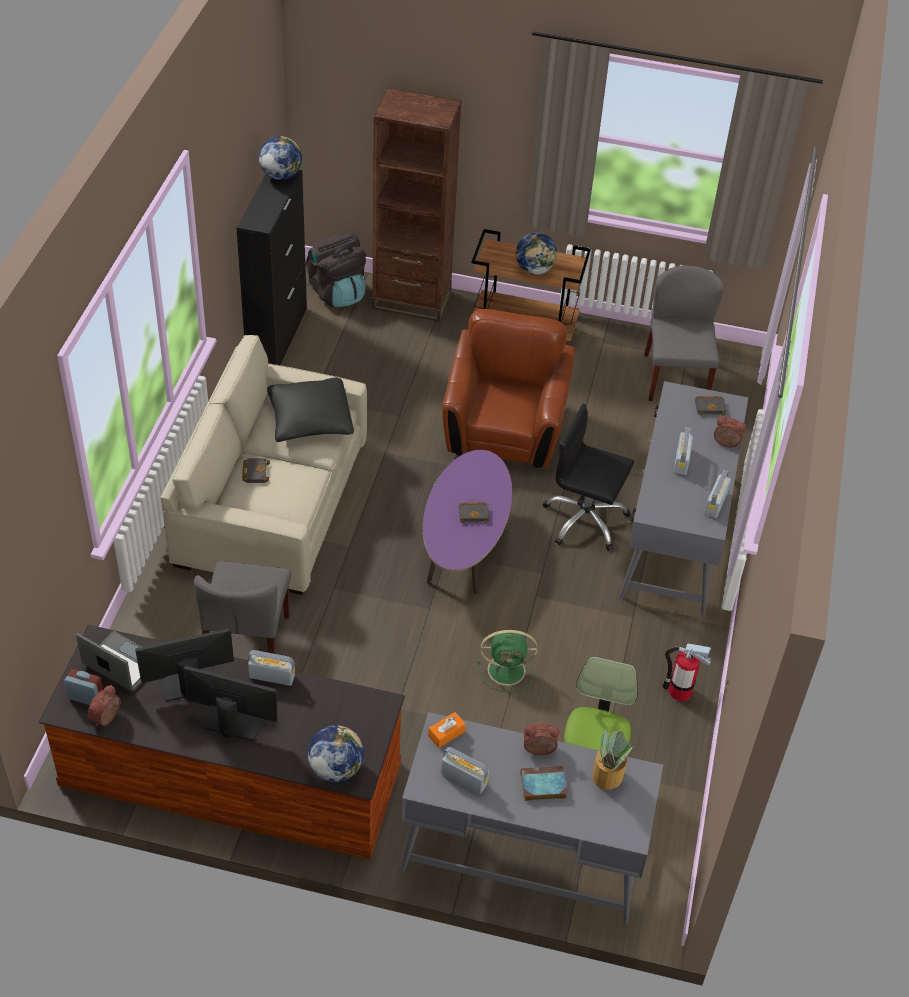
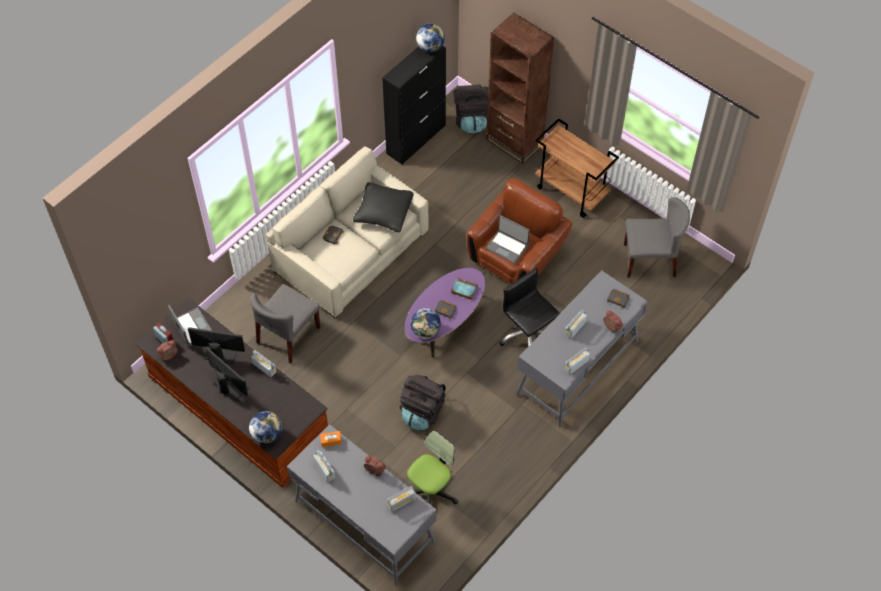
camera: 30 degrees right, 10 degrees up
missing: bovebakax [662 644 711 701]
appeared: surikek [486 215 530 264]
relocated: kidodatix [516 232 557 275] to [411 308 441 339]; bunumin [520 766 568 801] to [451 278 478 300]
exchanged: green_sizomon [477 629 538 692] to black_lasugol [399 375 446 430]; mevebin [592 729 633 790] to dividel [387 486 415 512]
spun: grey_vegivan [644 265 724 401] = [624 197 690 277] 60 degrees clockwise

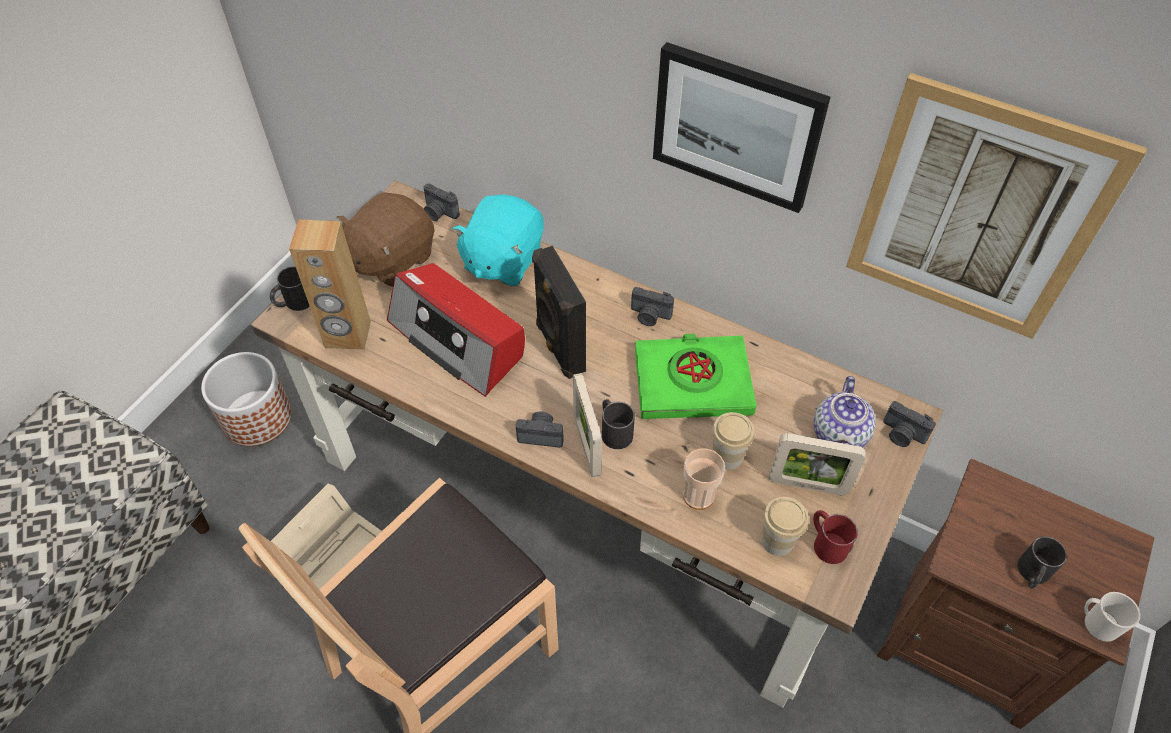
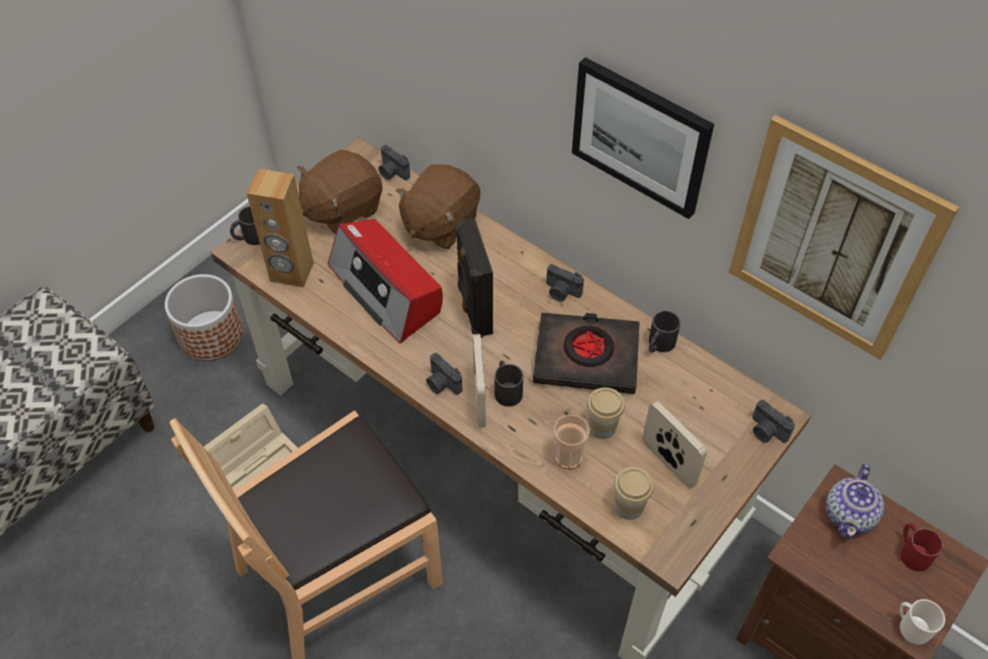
camera: 10 degrees right, 0 degrees up
relocated: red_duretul [813 510 858 564] to [900 523 943 572]; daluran [814 376 876 447] to [826 463 884 538]; black_duretul [1017 536 1067 589] to [649 311 681 353]
colour: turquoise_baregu [452 194 544 286] to brown_baregu [396 164 481 249]; green_bunumin [635 334 756 419] to black_bunumin [533 313 640 394]
spun: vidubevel [516 412 564 448] = [426 353 463 395] 150 degrees counterclockwise; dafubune [769 433 865 496] = [642 401 707 488] 150 degrees counterclockwise

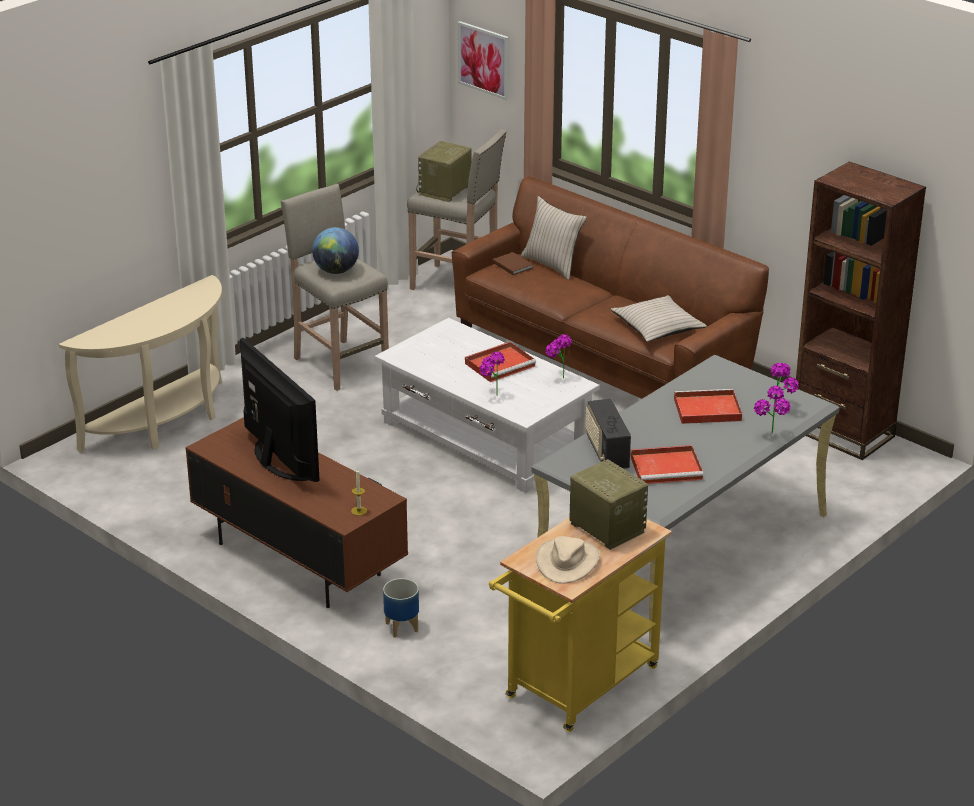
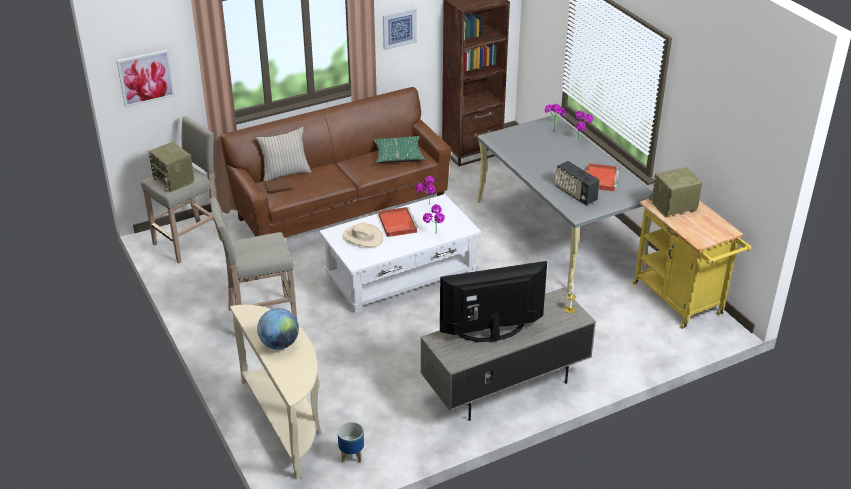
camera: 70 degrees left, 5 degrees up
missing: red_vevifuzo [674 389 742 424]
appeared: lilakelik [383 8 417 50]
relocated: kidodatix [312 227 359 274] to [257 308 299 349]; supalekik [383 578 419 638] to [337 422 364 463]; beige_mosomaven [536 536 600 584] to [342 222 383 247]
colour: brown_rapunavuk [185 417 408 608] to grey_rapunavuk [420 288 596 421]; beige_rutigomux [610 295 707 342] to green_rutigomux [373 136 425 163]
spun: dividel [585 399 631 469] = [555 161 600 205] 45 degrees clockwise

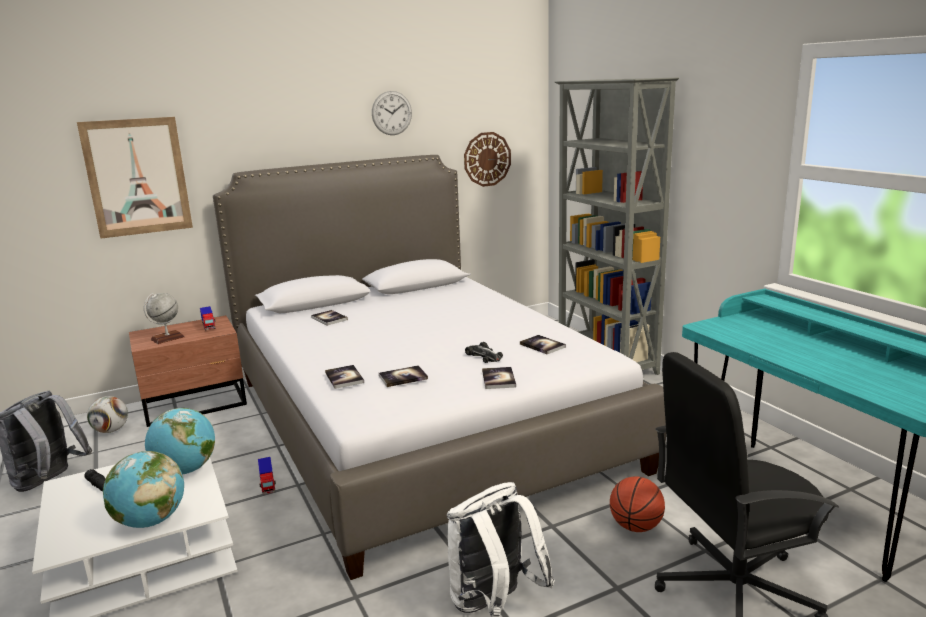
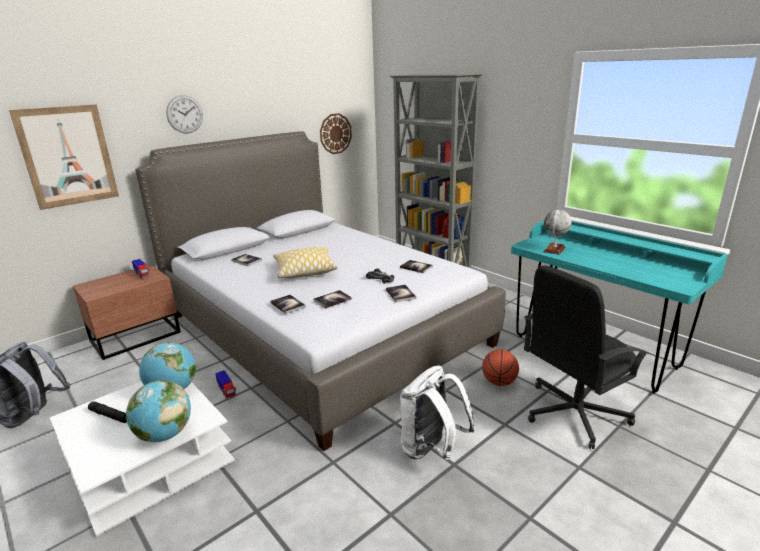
camera: 15 degrees left, 5 degrees up
missing: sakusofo [87 396 128 433]
appeared: rutigomux [273 247 338 278]
relocated: kidodatix [144 293 185 344] to [543 210 572 255]; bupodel [372 91 412 135] to [166 95 203 133]

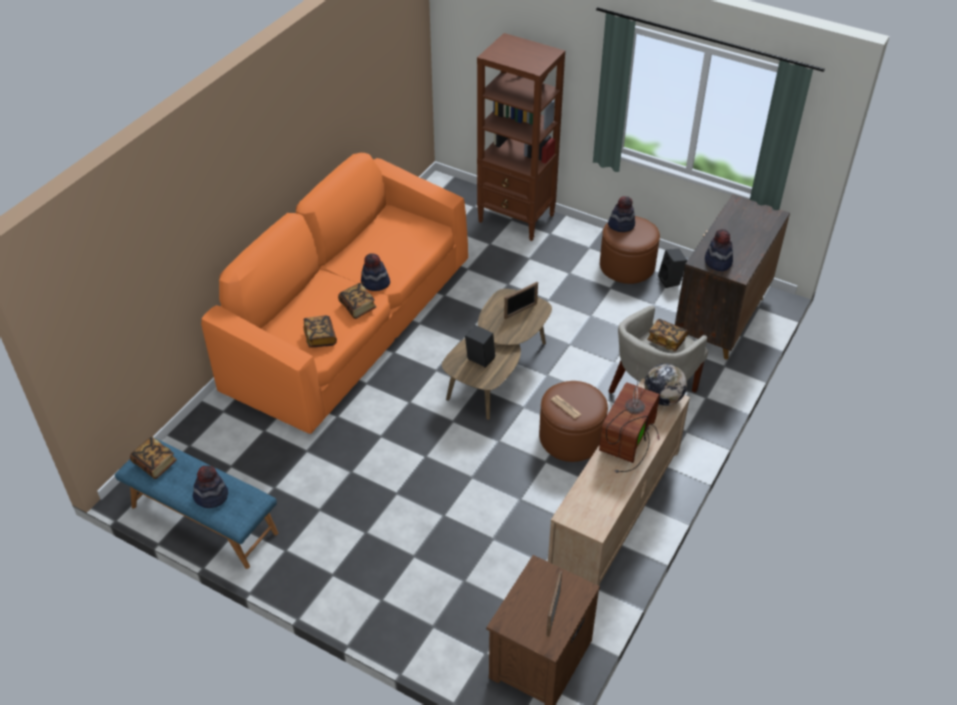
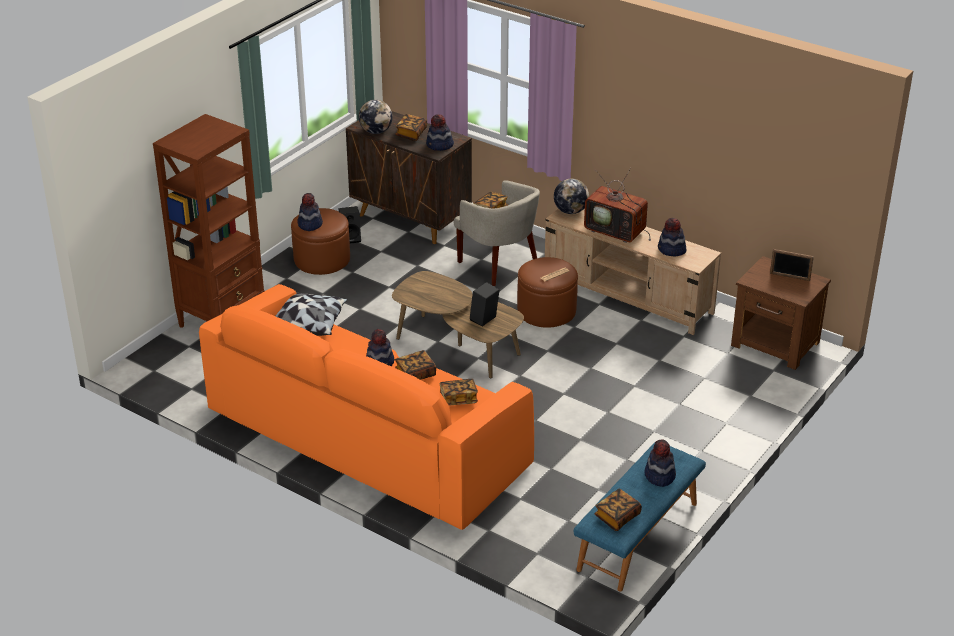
camera: 85 degrees left, 10 degrees down
missing: dafubune [504 282 538 319]
appeared: rutigomux [276 293 347 336]; kidodatix [359 100 393 134]; bunumin [396 114 427 141]; mosomaven [658 218 686 256]

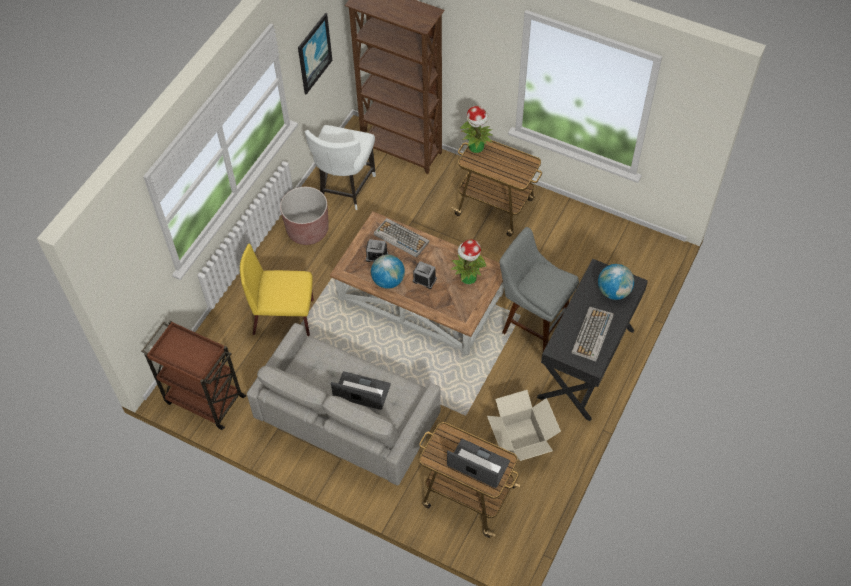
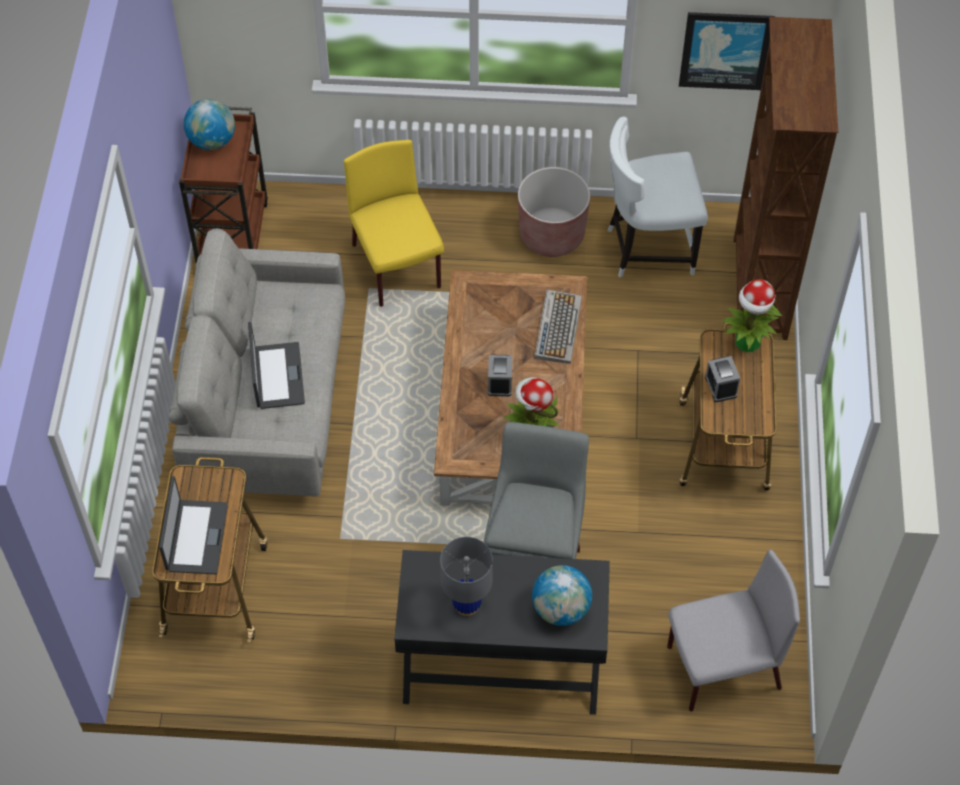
camera: 65 degrees right, 0 degrees up
missing: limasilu [487 390 561 461]
appeared: grey_vegivan [667 549 800 711]
relocated: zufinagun [366 239 388 262] to [705 356 740 402]; kidodatix [371 255 405 289] to [184 99 235 150]
exchanged: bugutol [571 307 614 362] to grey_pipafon [440 537 493 616]

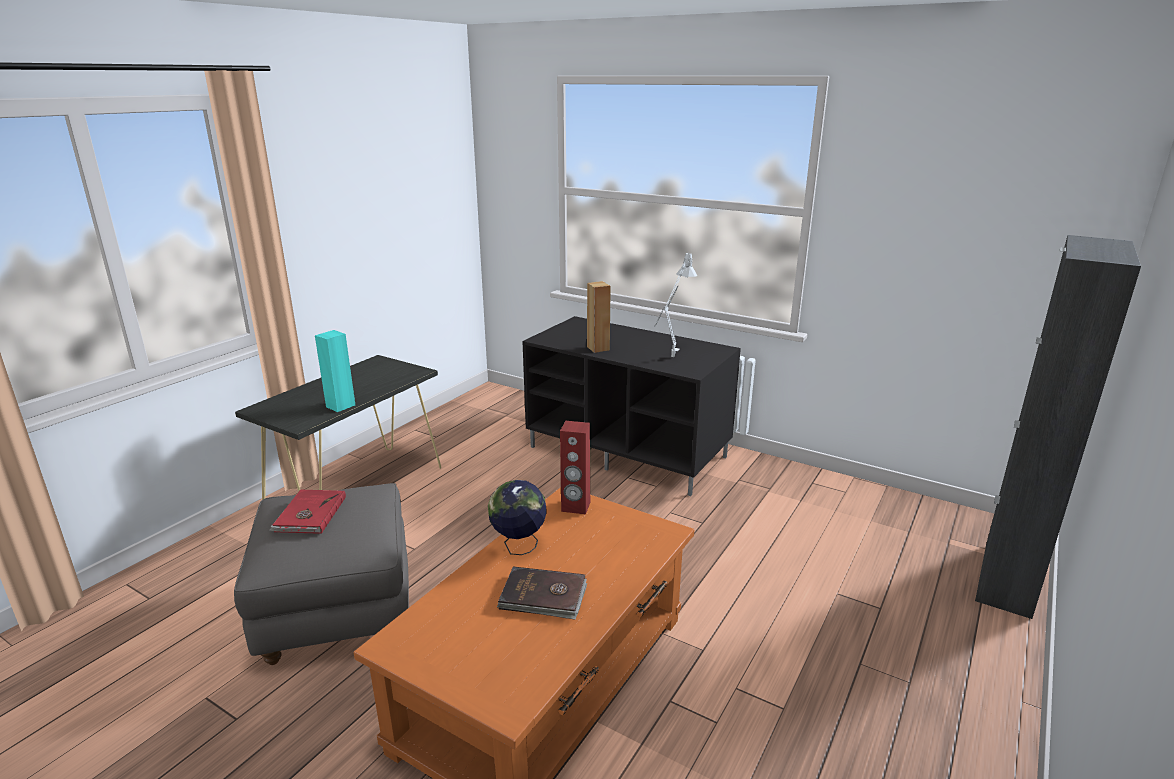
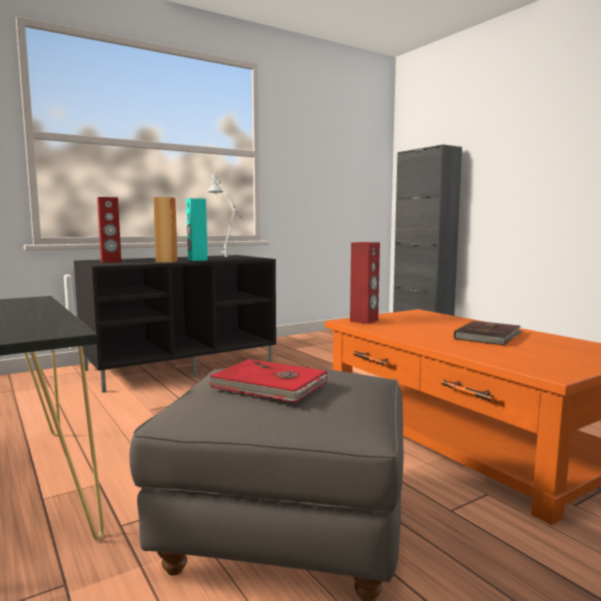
camera: 65 degrees left, 15 degrees down
missing: kidodatix [488 480 546 555]
appeared: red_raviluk [97 197 121 263]
relocated: turquoise_raviluk [315 330 355 412] to [186 198 208 261]

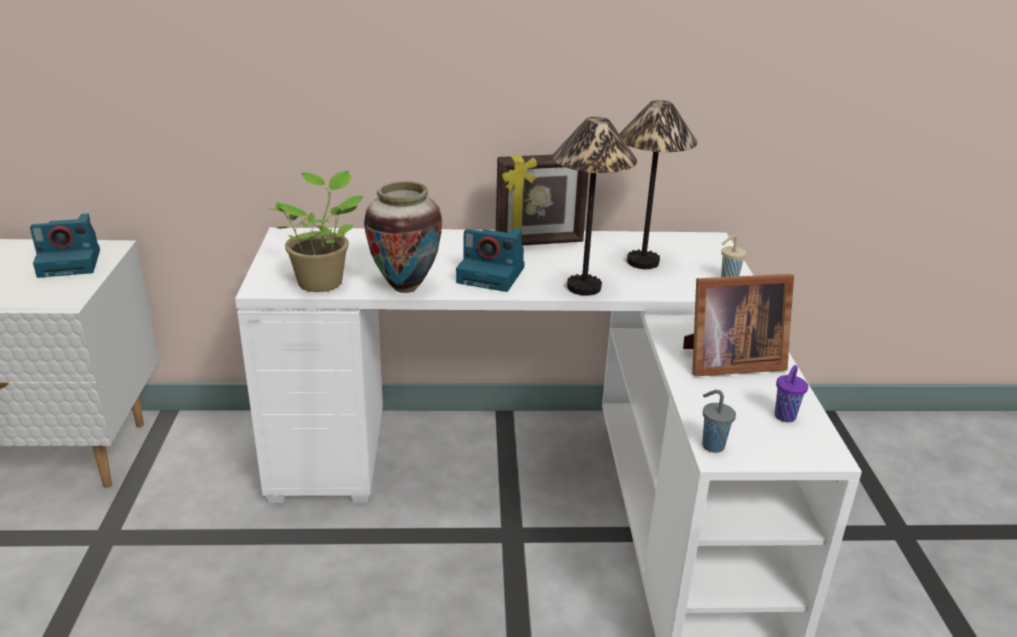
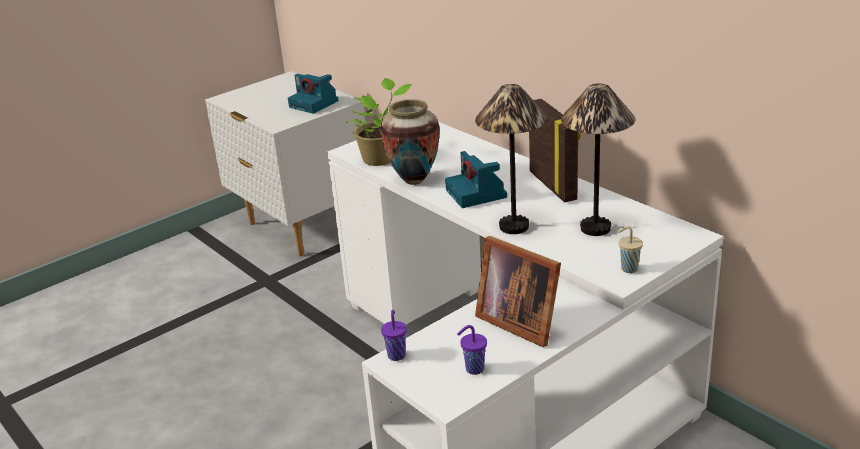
camera: 55 degrees right, 0 degrees up
colour: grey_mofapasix [702 390 736 453] to purple_mofapasix [381 310 407 361]
spun: dafubune [496 155 589 245] = [529 99 581 203] 150 degrees counterclockwise

